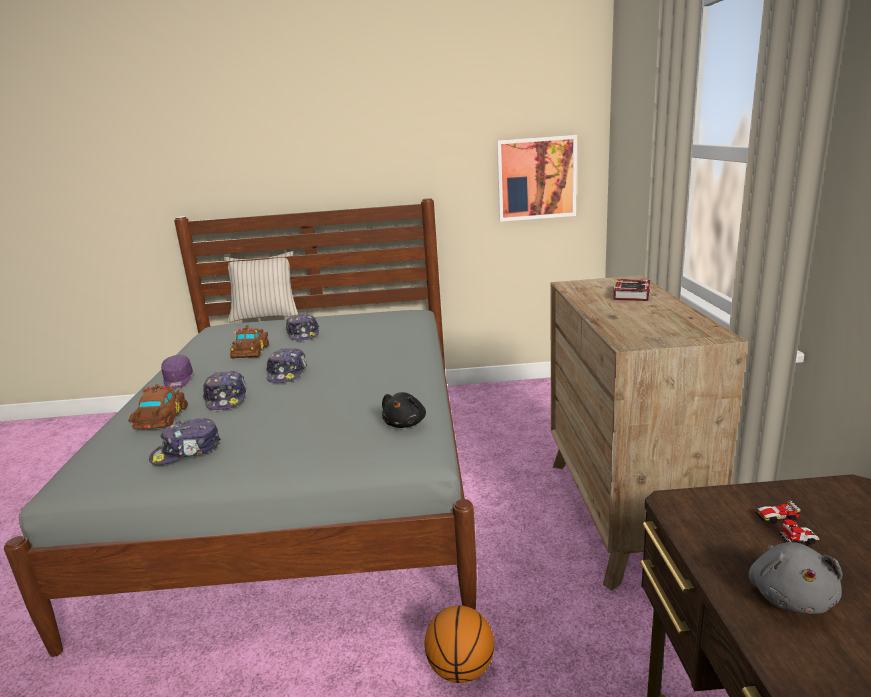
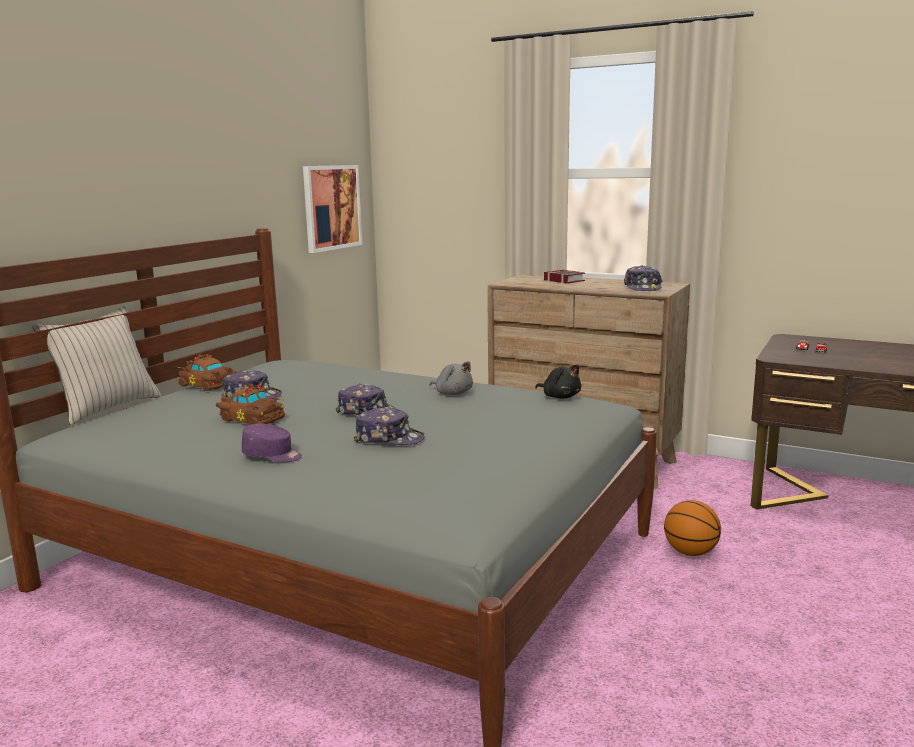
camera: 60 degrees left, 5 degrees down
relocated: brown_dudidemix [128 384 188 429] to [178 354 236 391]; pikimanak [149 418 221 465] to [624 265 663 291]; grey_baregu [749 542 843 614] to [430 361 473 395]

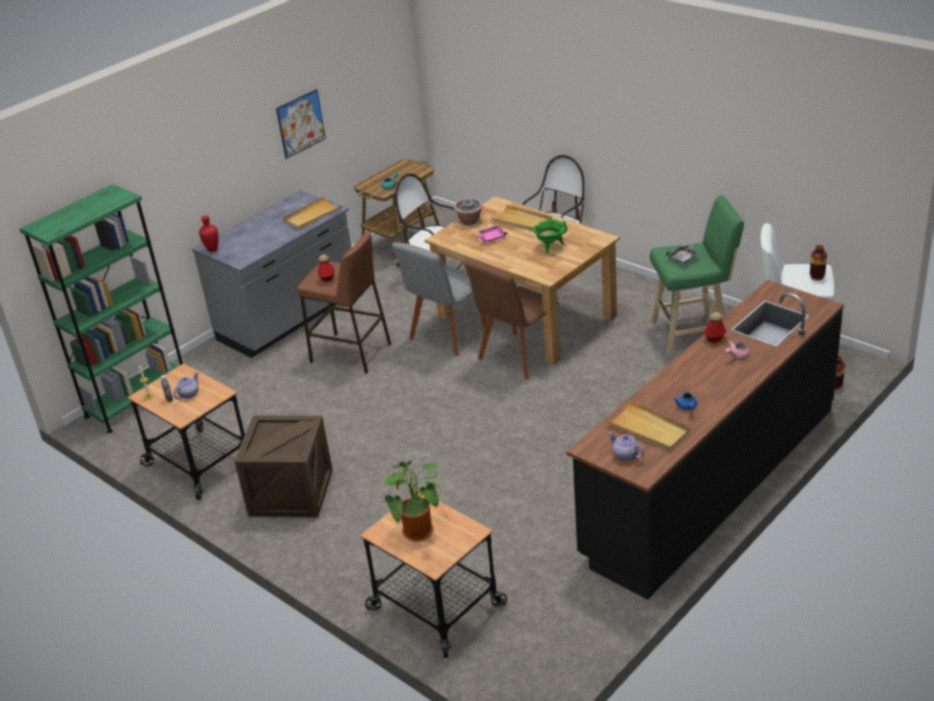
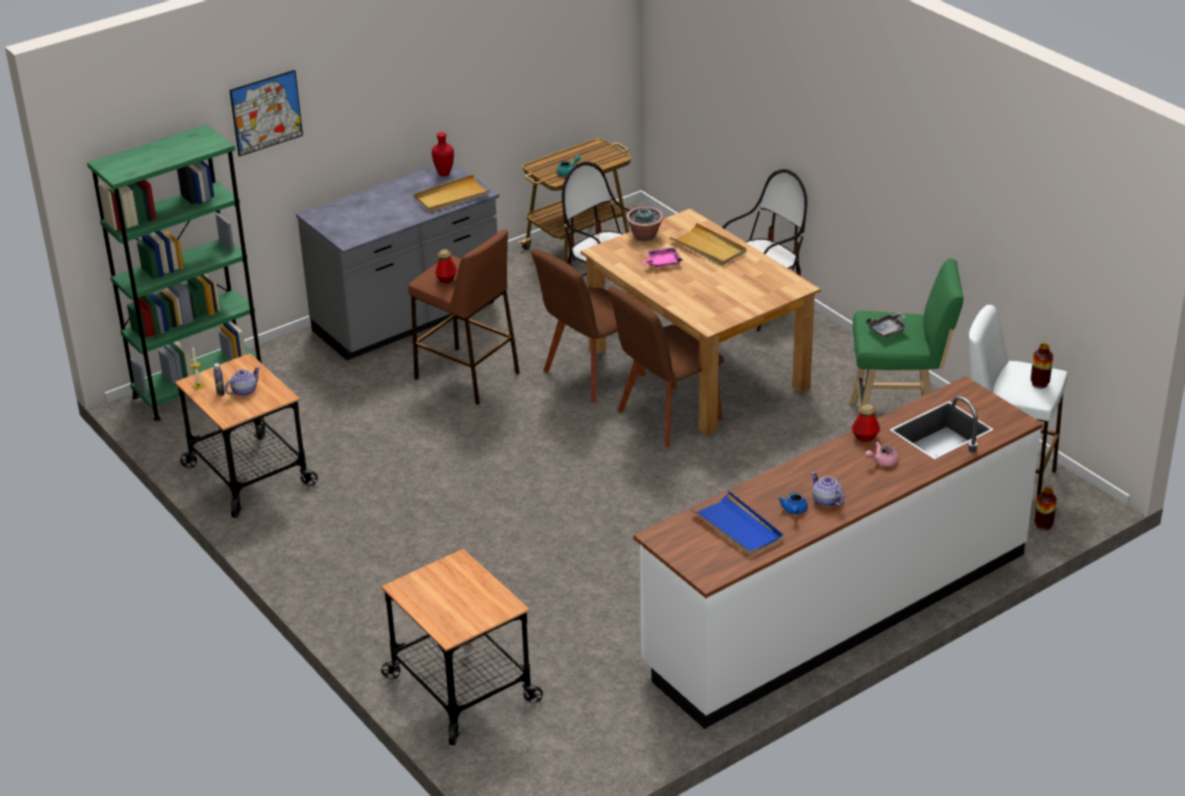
camera: 10 degrees right, 0 degrees up
missing: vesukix [234 415 333 518]; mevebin [382 461 441 542]; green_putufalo [533 220 568 253]
relocated: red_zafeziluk [199 215 219 252] to [432 132 454 176]; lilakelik [276 89 326 159] to [229 70 303 157]; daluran [608 433 644 461] to [811 472 845 507]
colour: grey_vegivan [392 242 487 356] to brown_vegivan [531 249 646 403]; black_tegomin [566 280 844 600] to white_tegomin [633 376 1043 729]; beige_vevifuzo [607 401 690 451] to blue_vevifuzo [691 491 784 556]

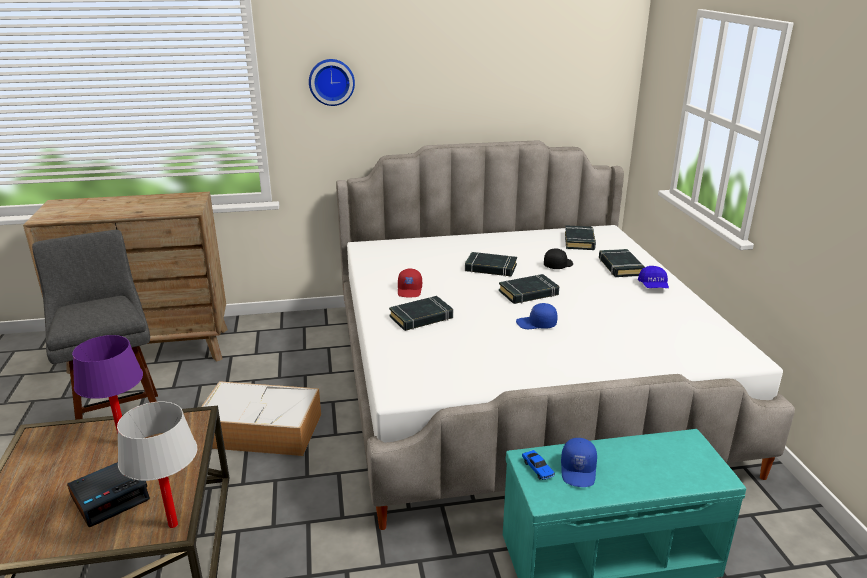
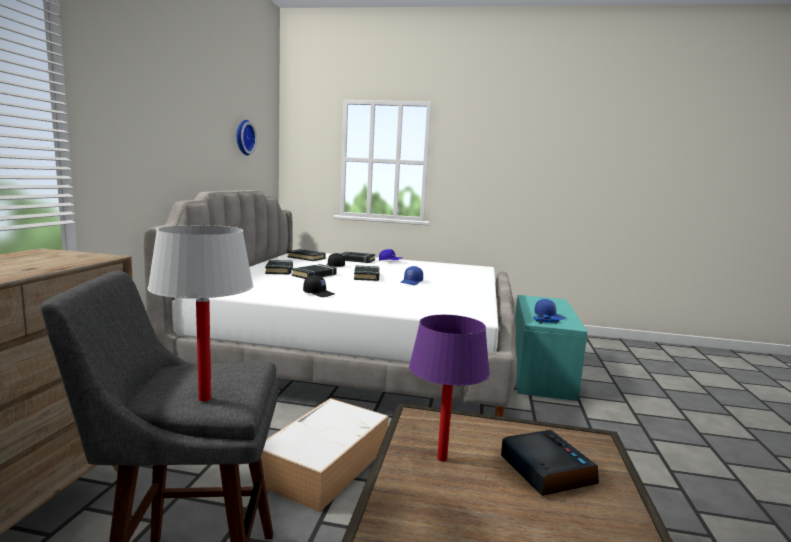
camera: 70 degrees left, 15 degrees down
relocated: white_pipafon [117 402 197 528] to [147 225 253 402]; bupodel [309 59 355 106] to [237 120 257 155]; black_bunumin [389 296 453 331] to [265 260 293 274]
colour: red_pikimanak [398 268 422 297] to black_pikimanak [303 275 334 297]

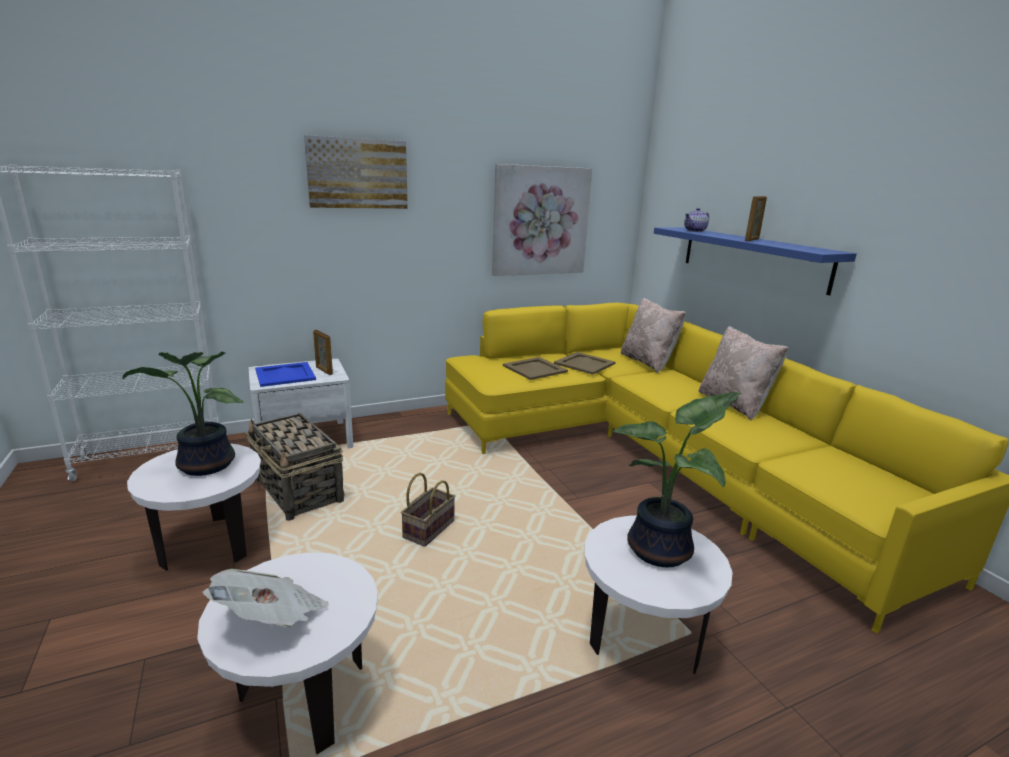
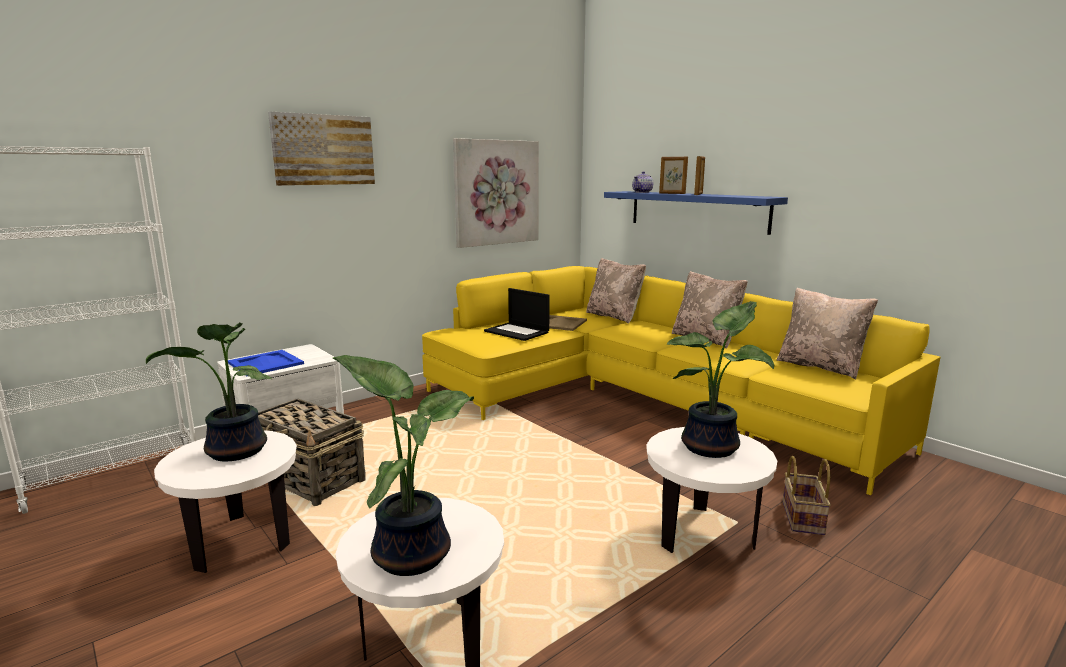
camera: 15 degrees left, 5 degrees down
appeared: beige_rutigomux [776 287 878 379]
relocated: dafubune [313 330 333 375] to [659 157 688 194]; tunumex [401 473 455 547] to [782 456 831 535]
exchanged: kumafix [202 569 329 627] to mevebin [333 355 474 576]; beige_vevifuzo [503 357 568 380] to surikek [484 288 550 341]

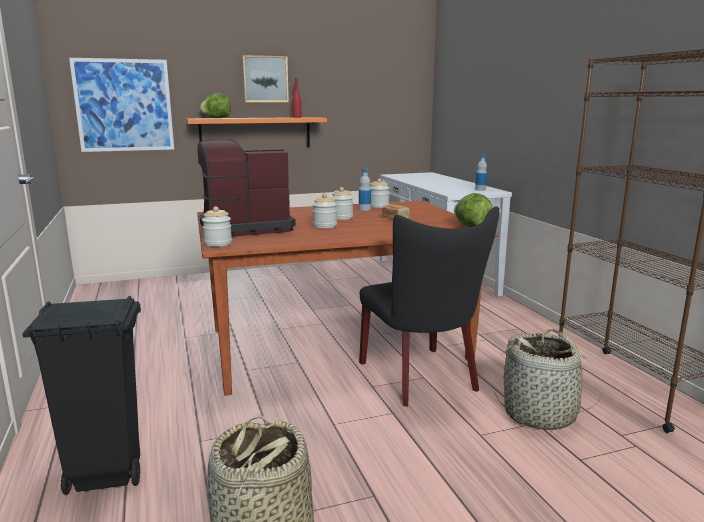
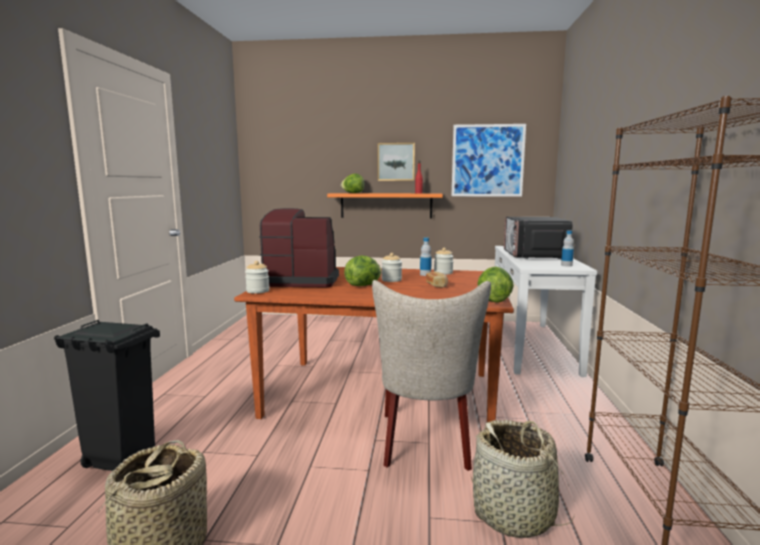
camera: 25 degrees right, 5 degrees down
appeared: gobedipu [504 217 572 259]
relocated: lilakelik [69 58 174 152] to [451 124 526 197]
exchanged: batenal [312 193 337 228] to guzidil [344 255 382 286]
colour: black_vegivan [359 206 499 407] to beige_vegivan [372 280 491 471]

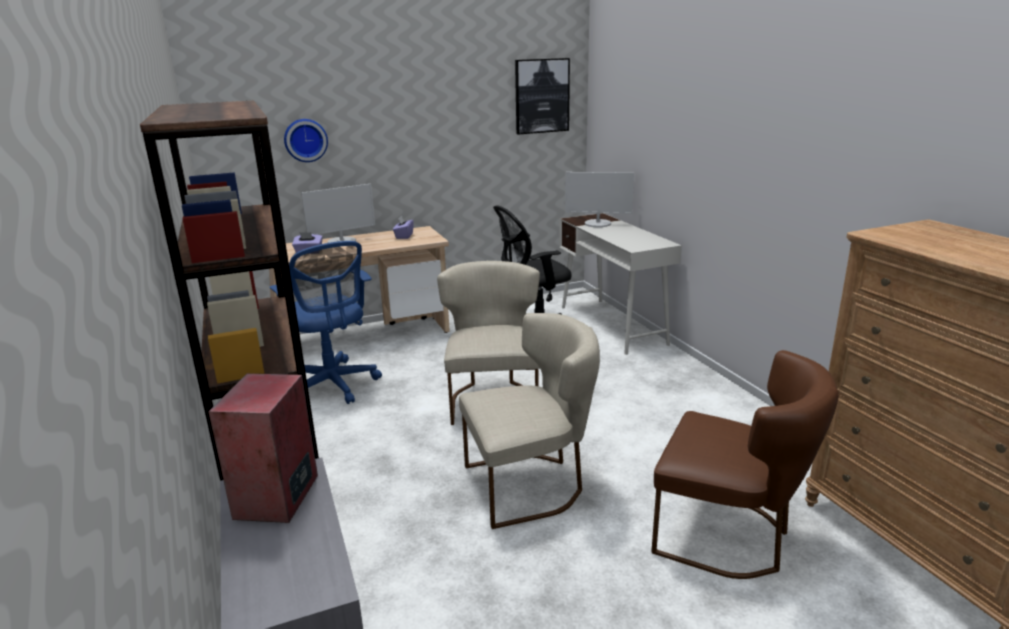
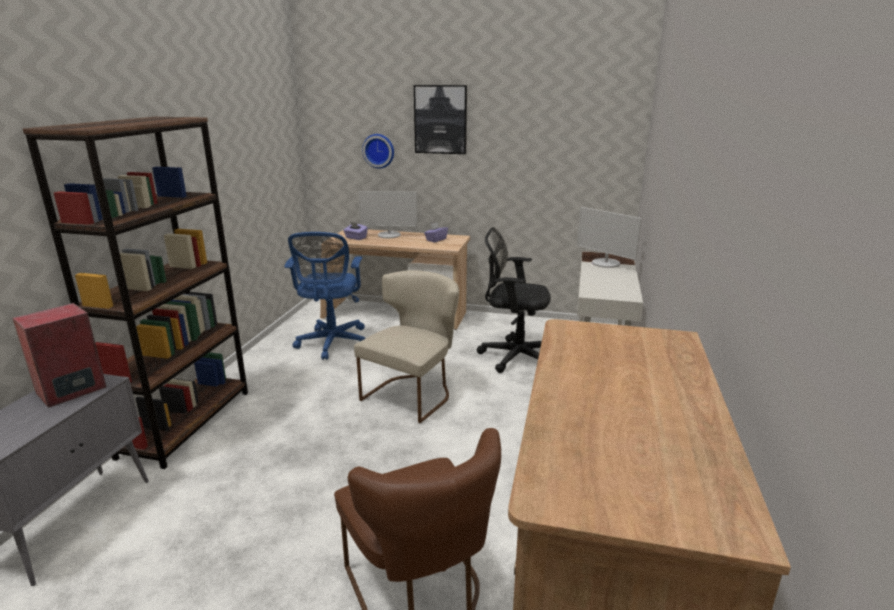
camera: 35 degrees right, 0 degrees up
missing: beige_vegivan [459 313 600 529]
relocated: lilakelik [515 58 570 135] to [414 85 467 154]

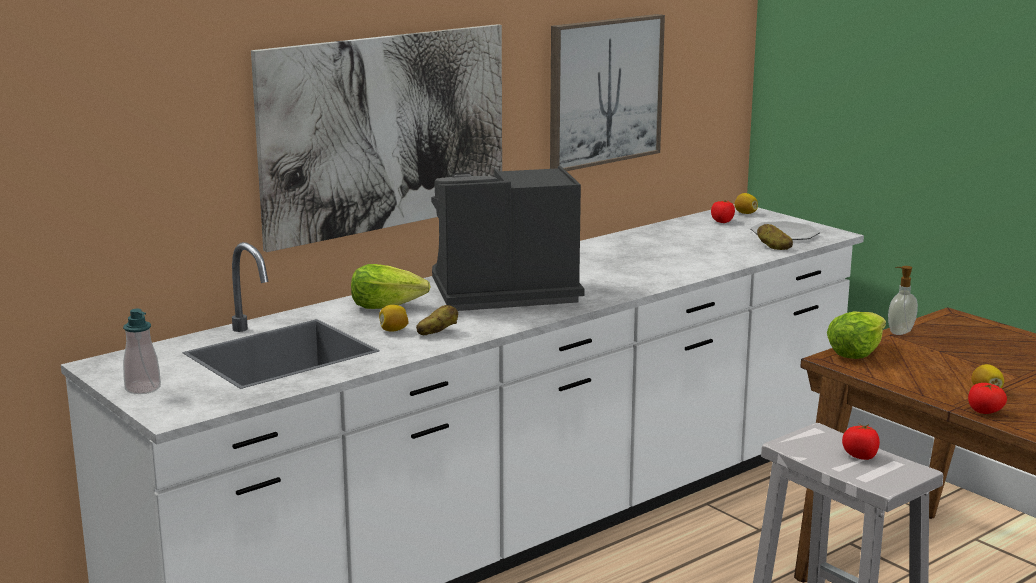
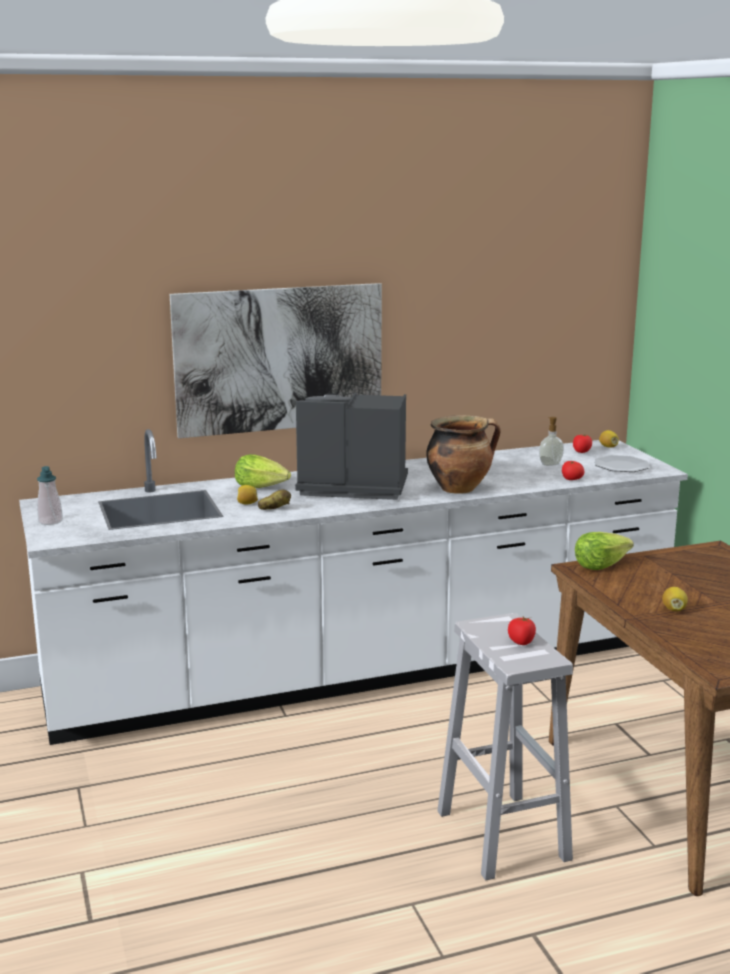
camera: 20 degrees right, 0 degrees up
missing: lilakelik [550 14 665 171]; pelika [757 224 793 250]
appeared: putufalo [426 415 500 494]
relocated: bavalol [888 266 918 335] to [539 417 564 466]; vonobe [968 383 1007 414] to [562 461 585 480]

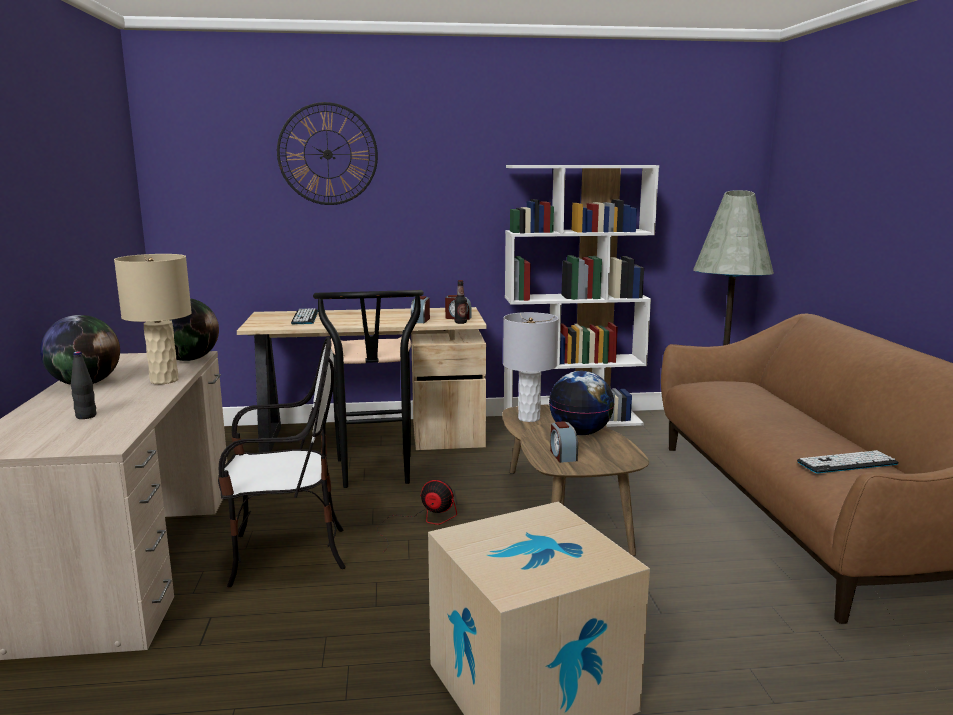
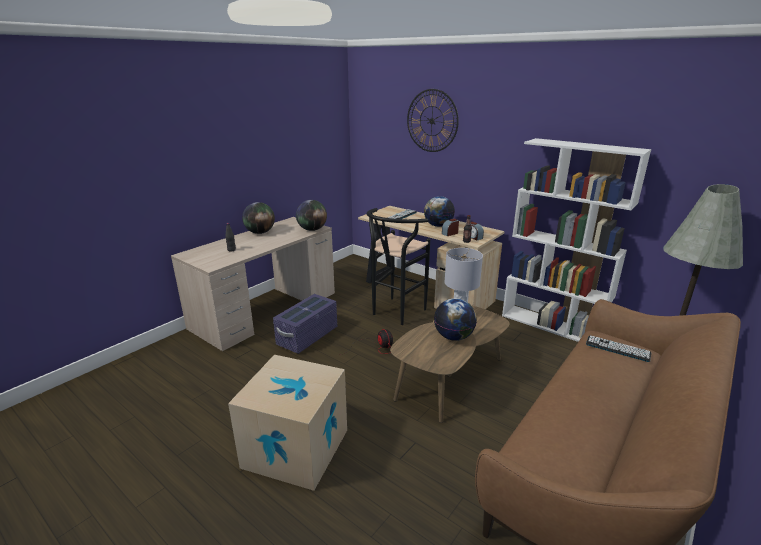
camera: 45 degrees right, 10 degrees up
missing: beige_pipafon [114 254 192 384]; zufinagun [550 421 578 463]
appeared: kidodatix [424 196 455 227]
relocated: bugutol [797 450 898 473] to [586 335 651 362]
exchanged: vegivan [218 337 346 587] to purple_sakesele [273 294 337 354]

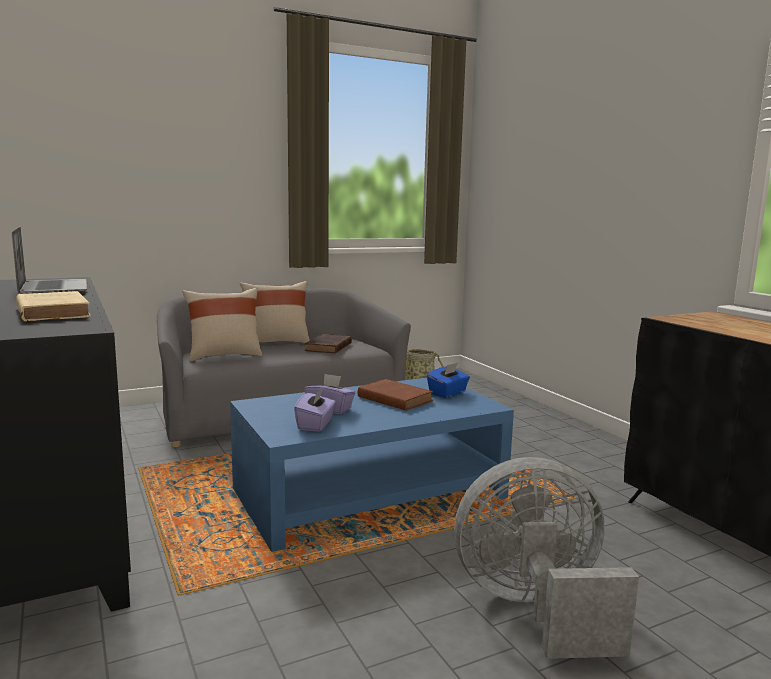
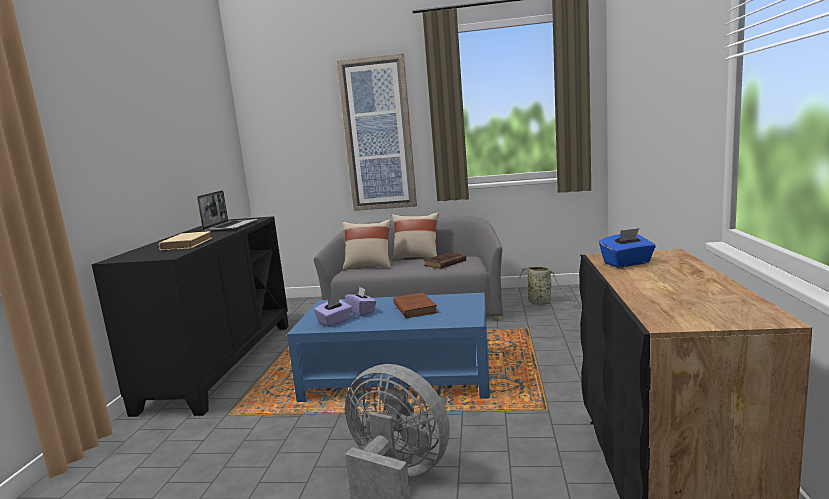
camera: 35 degrees right, 0 degrees up
appeared: lilakelik [337 53 417 211]
relocated: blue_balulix [427 362 470 398] to [599 228 656 268]

